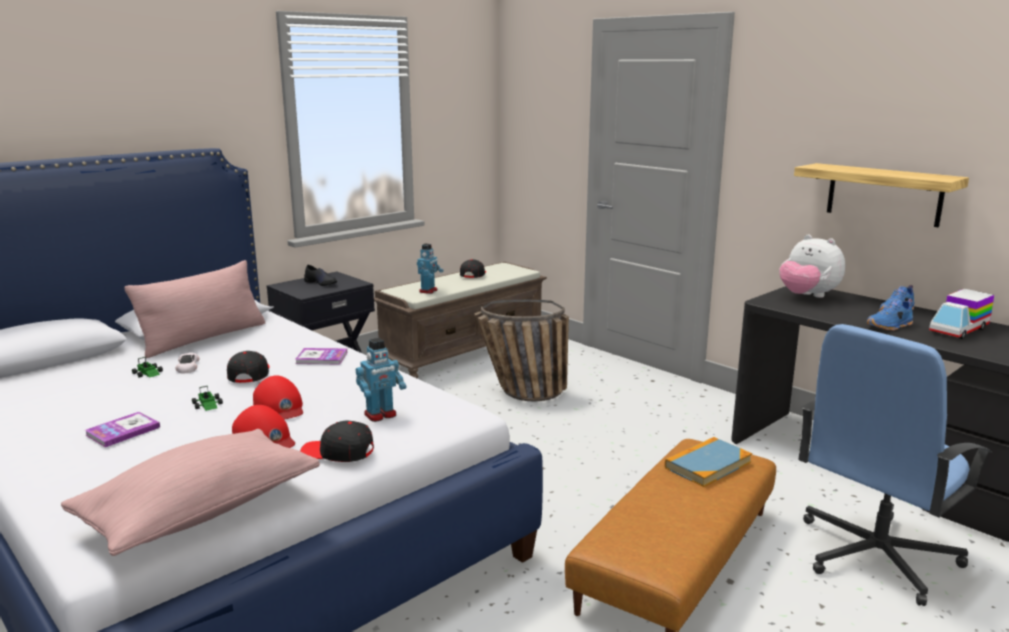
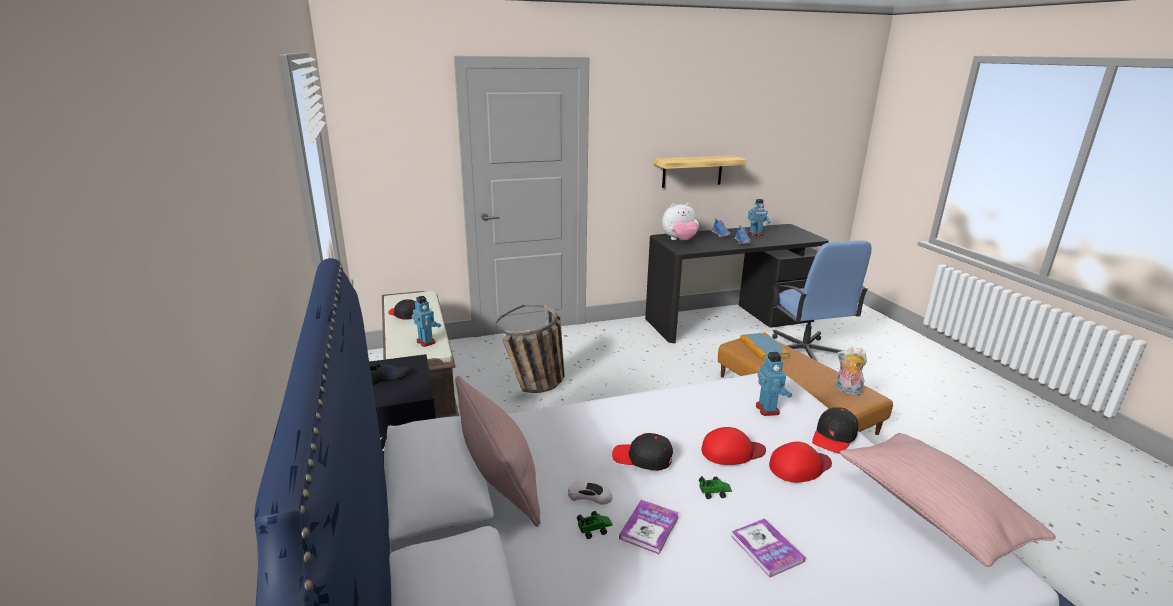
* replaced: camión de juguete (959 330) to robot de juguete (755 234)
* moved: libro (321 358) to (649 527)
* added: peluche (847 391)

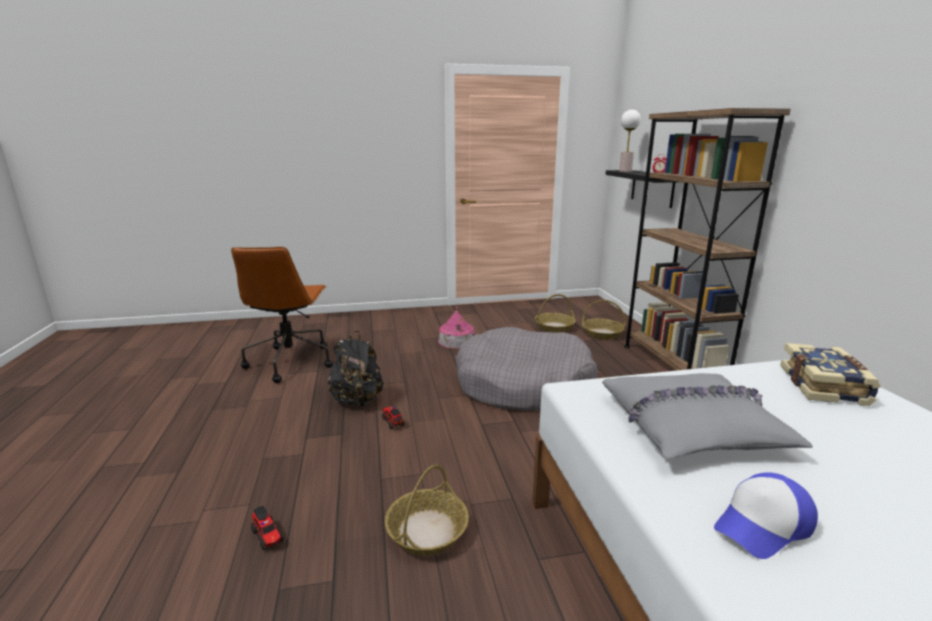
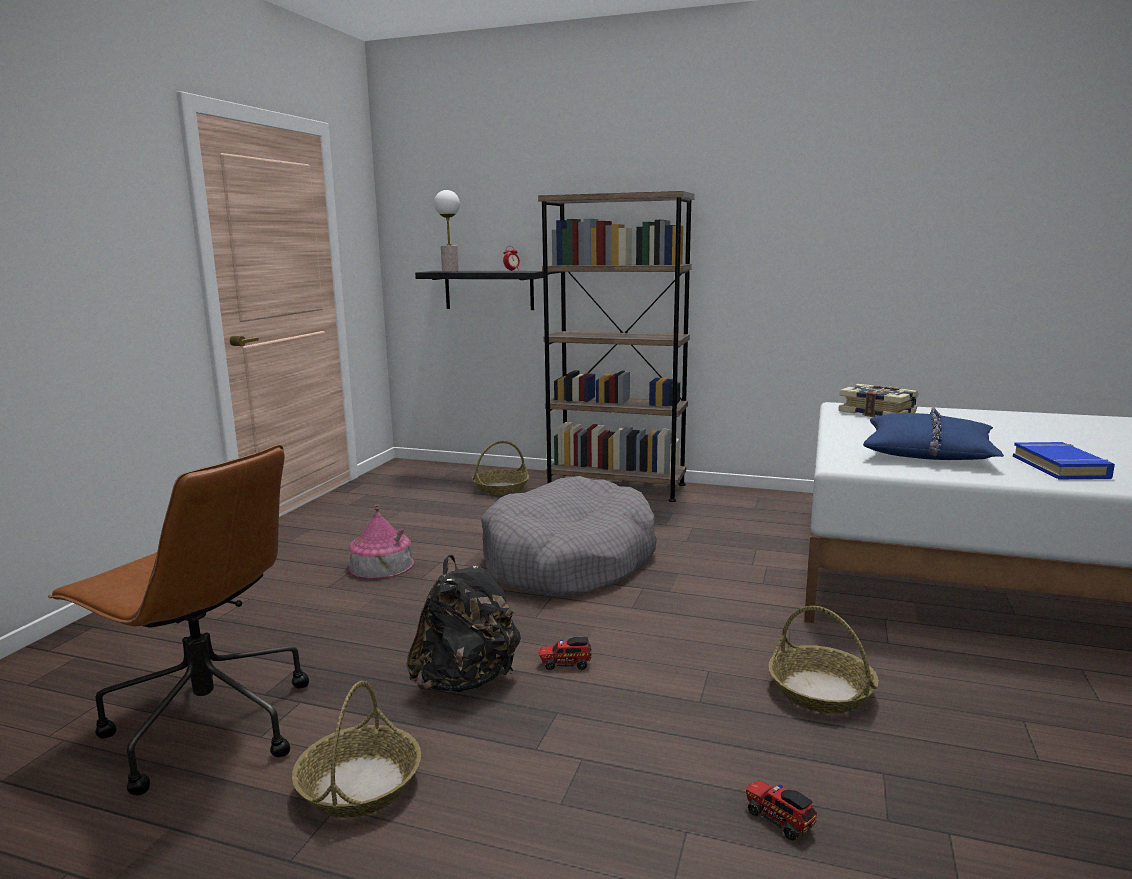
* moved: cesta (554 327) to (359 784)
* recoloured: cojín (gris) (692 427) to cojín (azul) (928 452)
* replaced: gorra (763 525) to libro (azul) (1060 467)
* turned: camión de juguete (268 537) = (778 819) 120 degrees counterclockwise

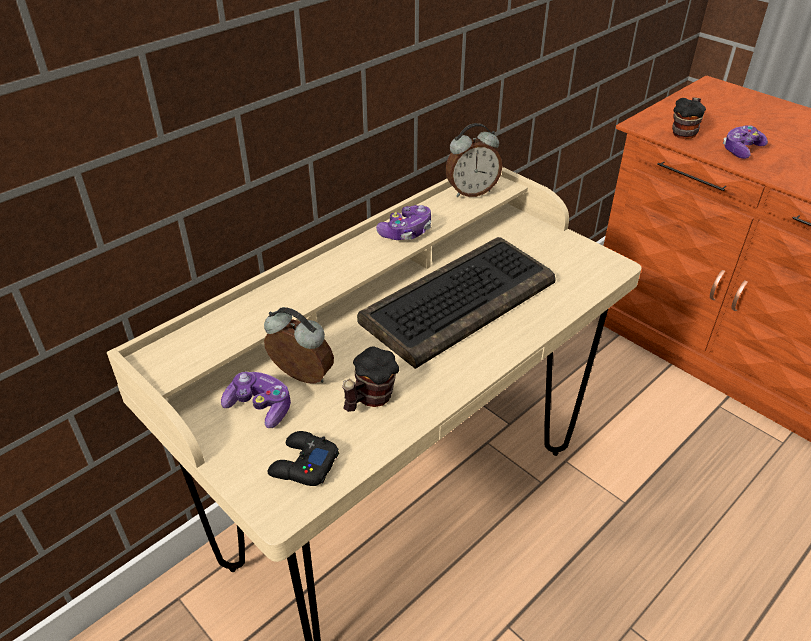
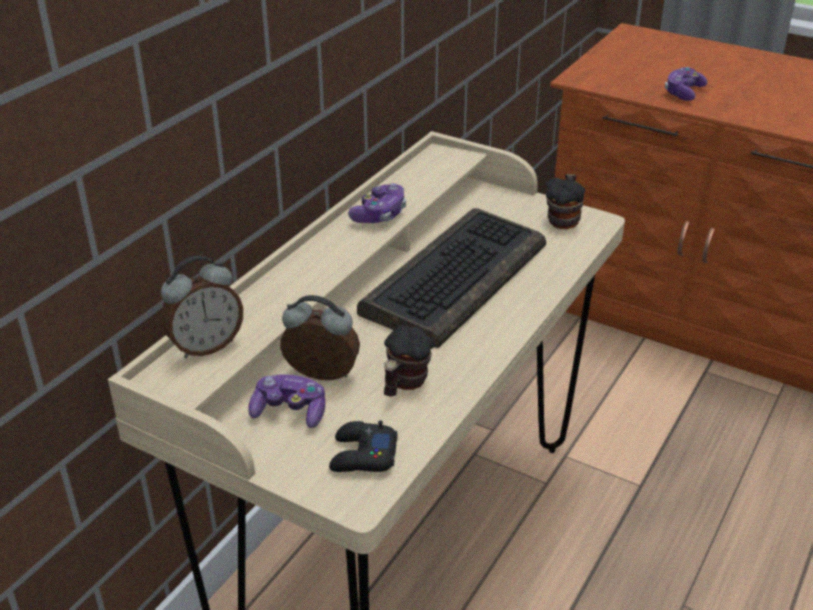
* moved: taza grande (685 132) to (564 219)
* moved: despertador (471 192) to (206 346)

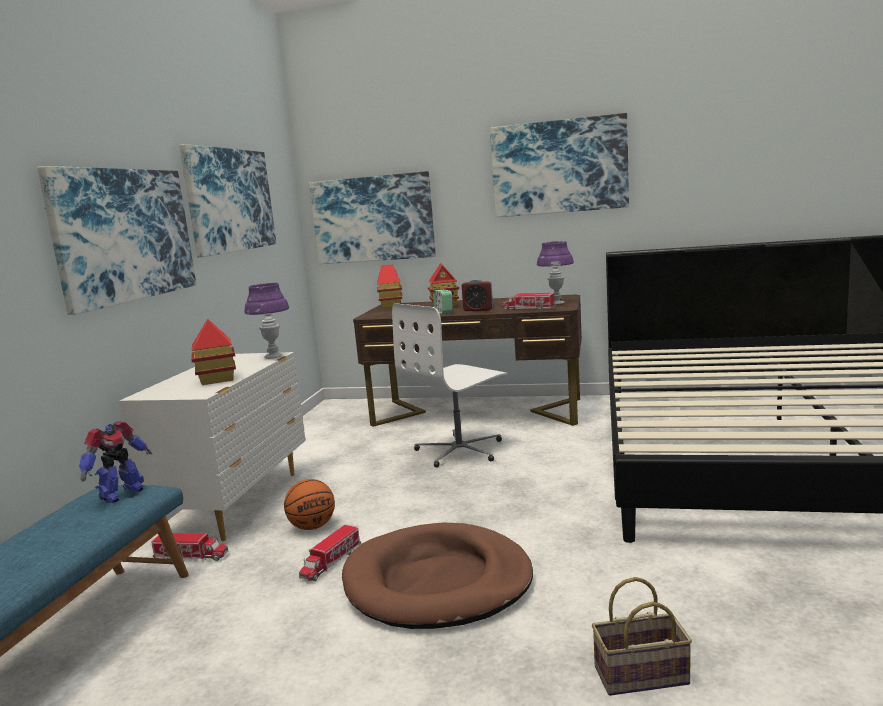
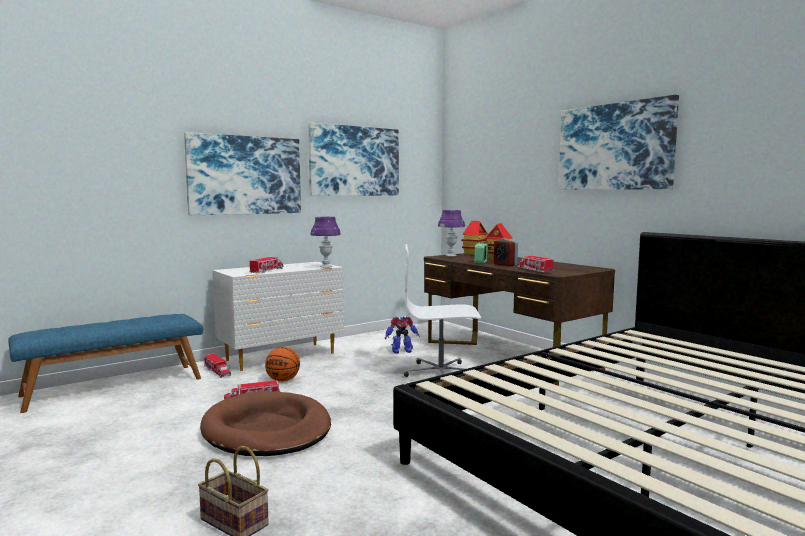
* removed: cuadro (373 219)
* moved: lámpara de mesa (morado) (556 303) to (451 256)
* replaced: casita (217 380) to camión de juguete (267 270)
* moved: robot de juguete (120 494) to (401 351)

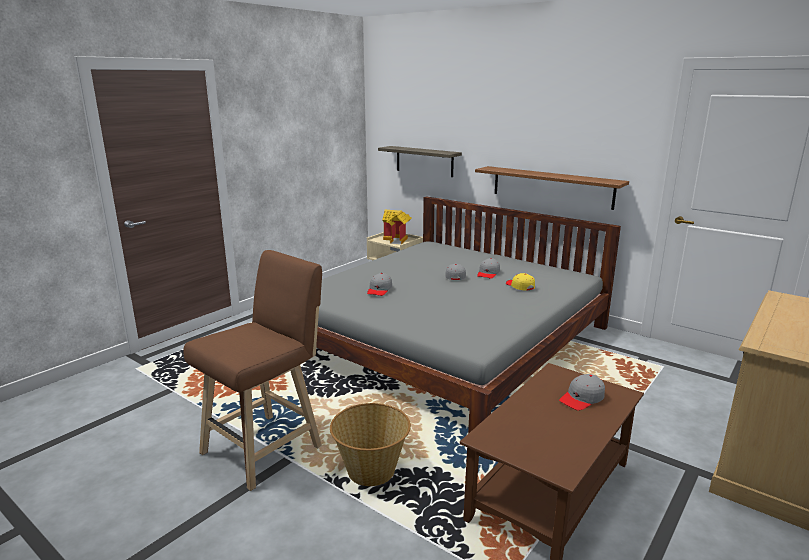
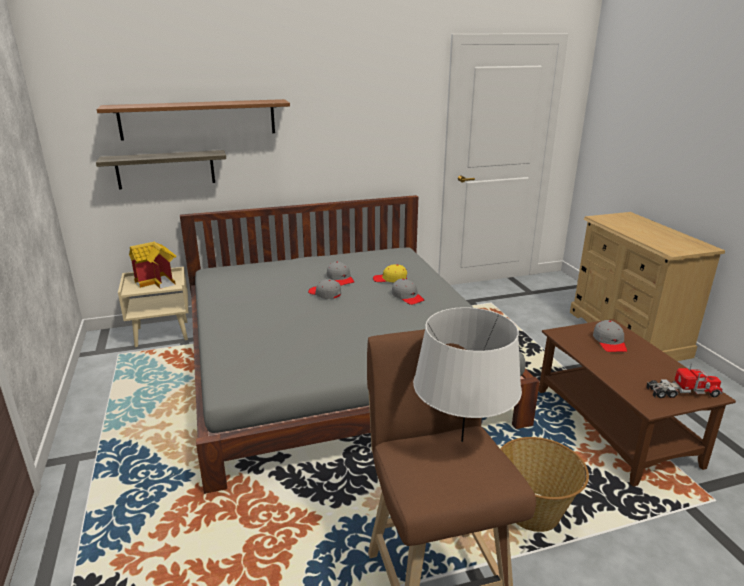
* moved: estante (551 187) to (198 119)
* moved: gorra (gris) (379 290) to (407 297)
* added: lámpara de mesa (blanco) (461 441)
* added: camión de juguete (682 392)

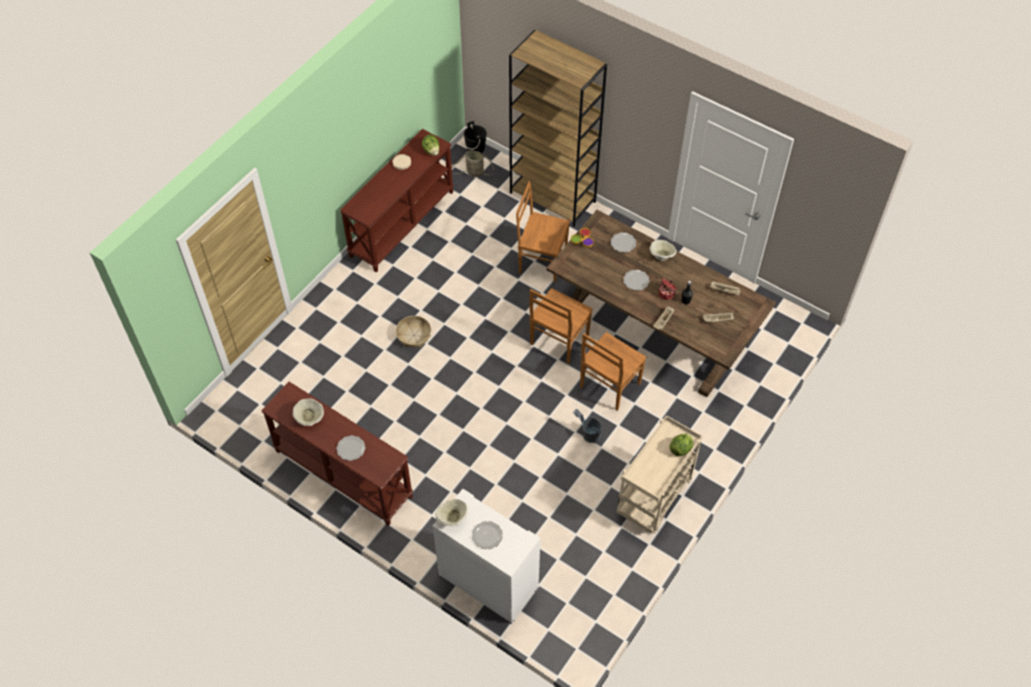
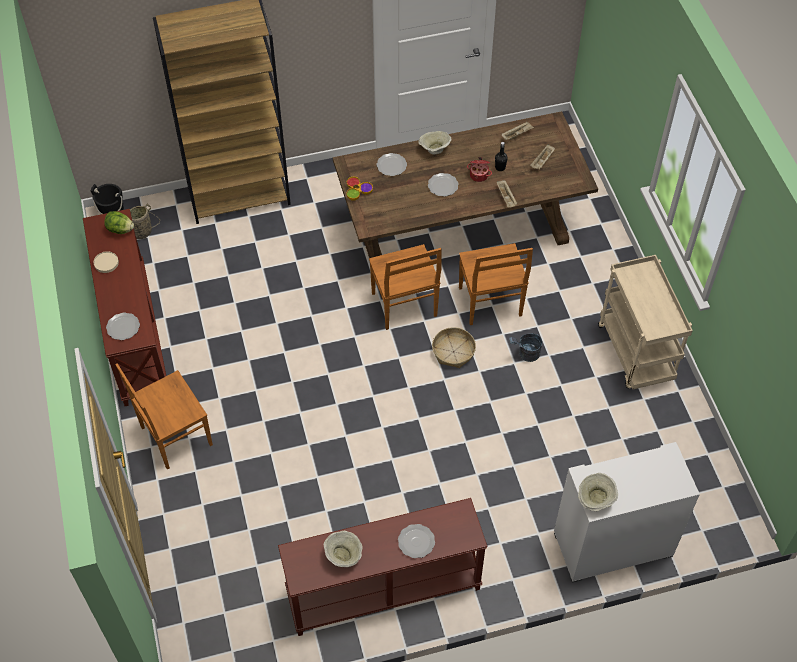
* moved: silla (marrón) (541 261) to (174 437)
* moved: cesta (413 335) to (453 351)
* removed: lechuga (681 449)
* moved: plato (487 536) to (123 327)

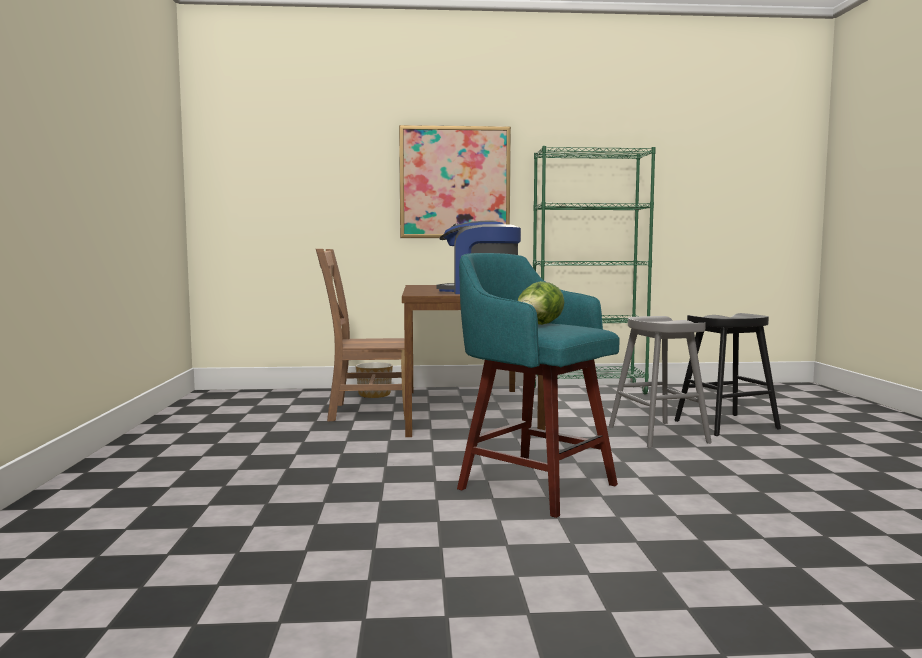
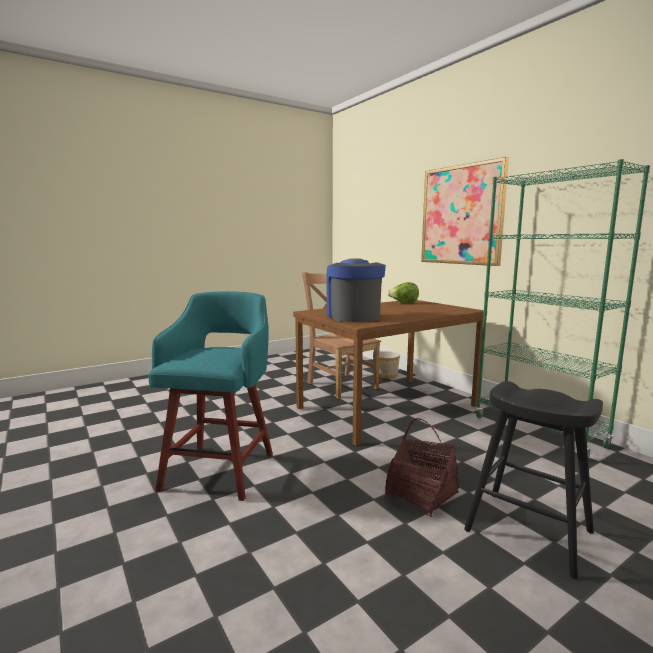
* moved: lechuga (539 325) to (403 303)
* replaced: taburete (gris) (658 435) to cesta (421 494)

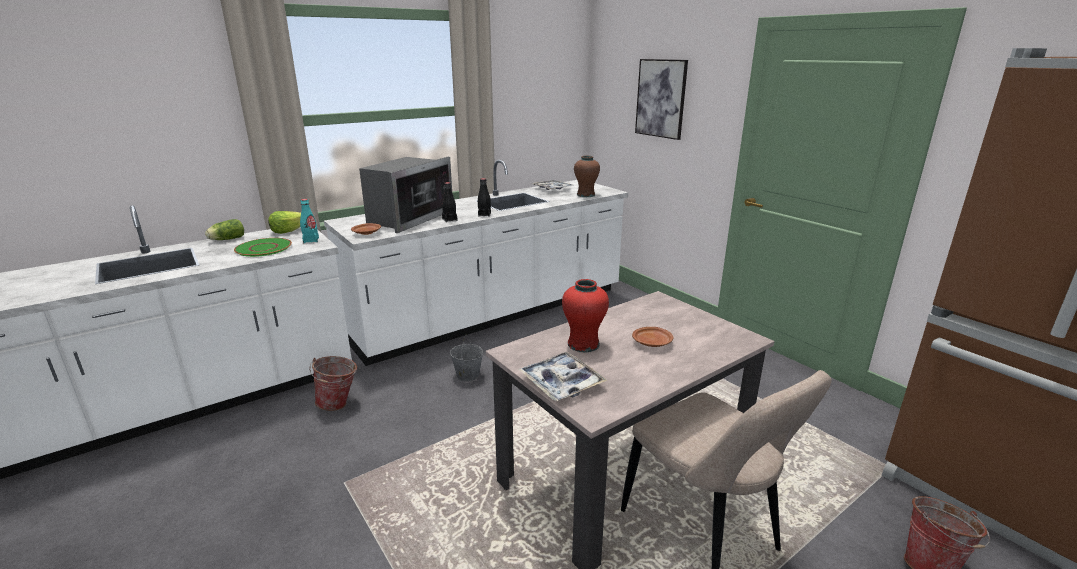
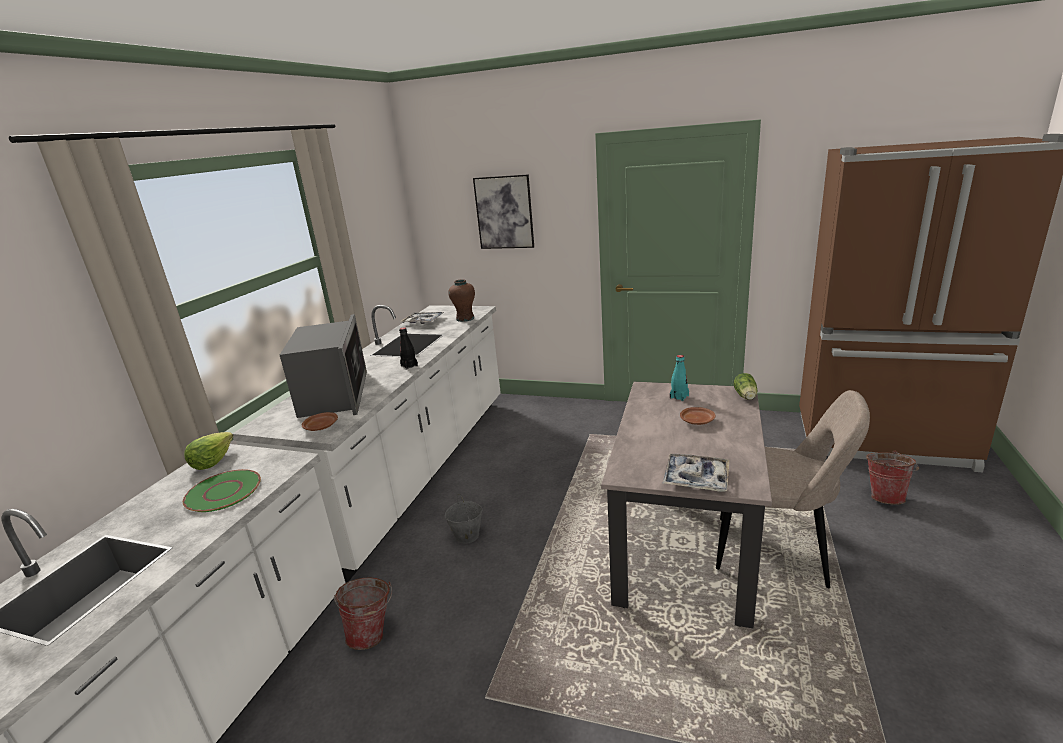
* removed: botella (negro) (449 219)
* moved: botella (turquesa) (311 240) to (679 396)
* moved: lechuga (226 239) to (745 396)
* removed: florero (rojo) (583 344)

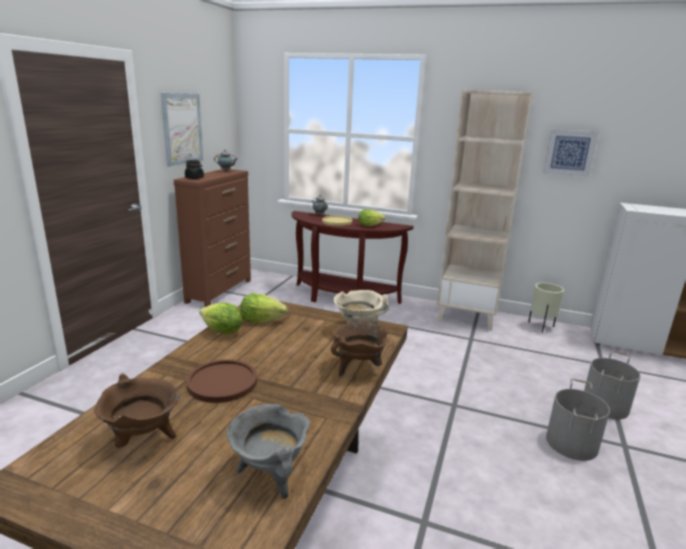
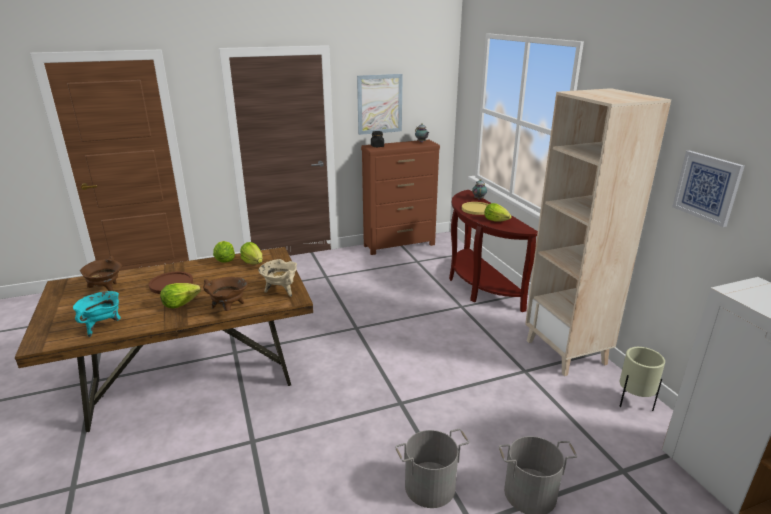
* recoloured: olla (gris) (270 475) to olla (turquesa) (103 326)
* added: lechuga (180 304)

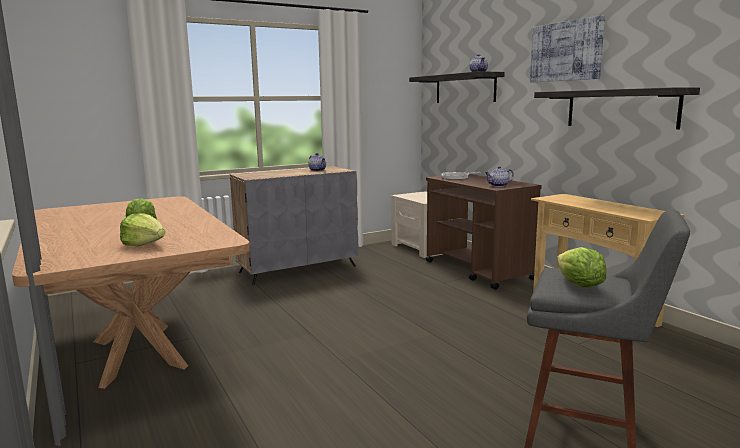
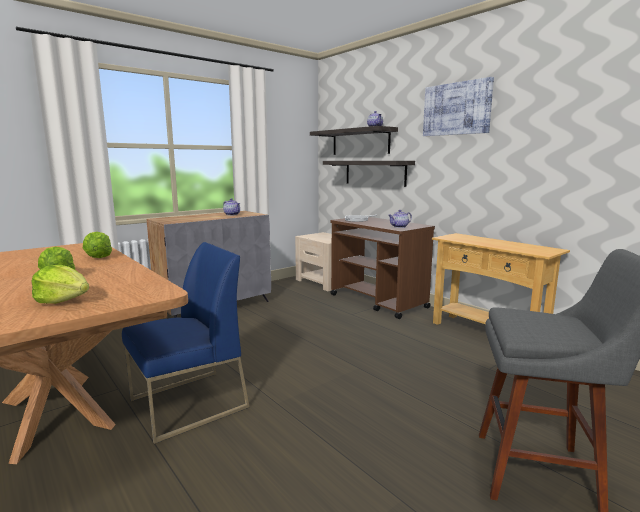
* moved: estante (620 108) to (374 172)
* moved: lechuga (579 285) to (98 257)
* added: silla (azul) (188 404)

